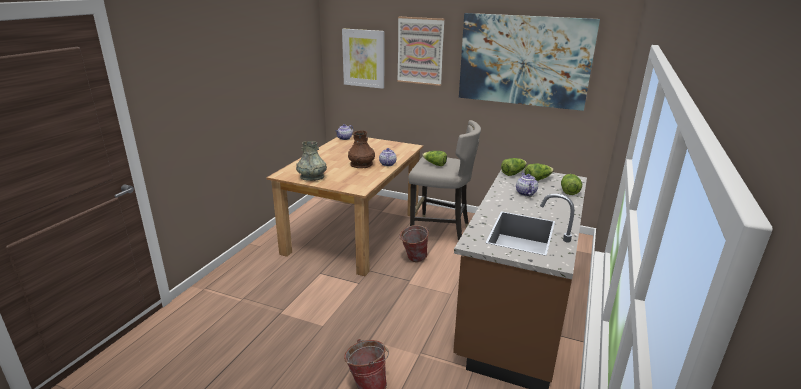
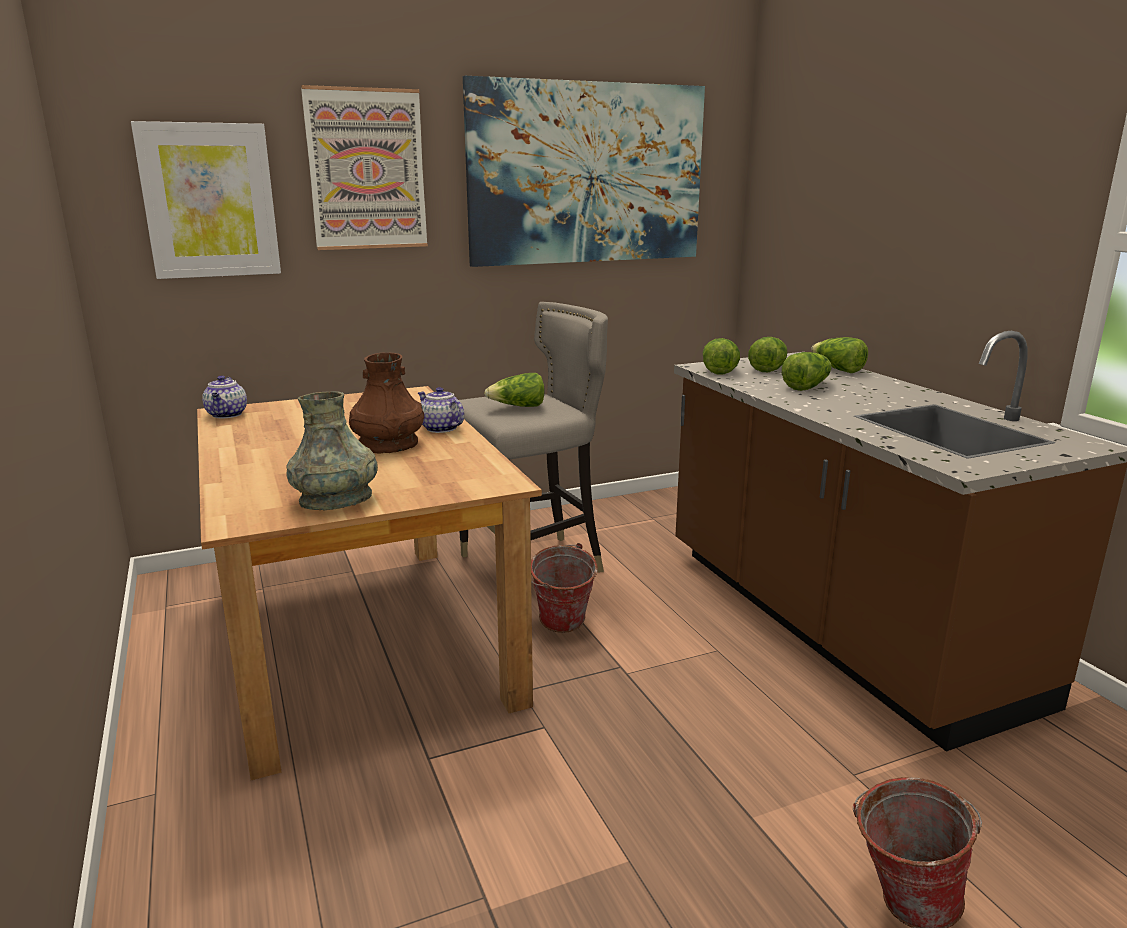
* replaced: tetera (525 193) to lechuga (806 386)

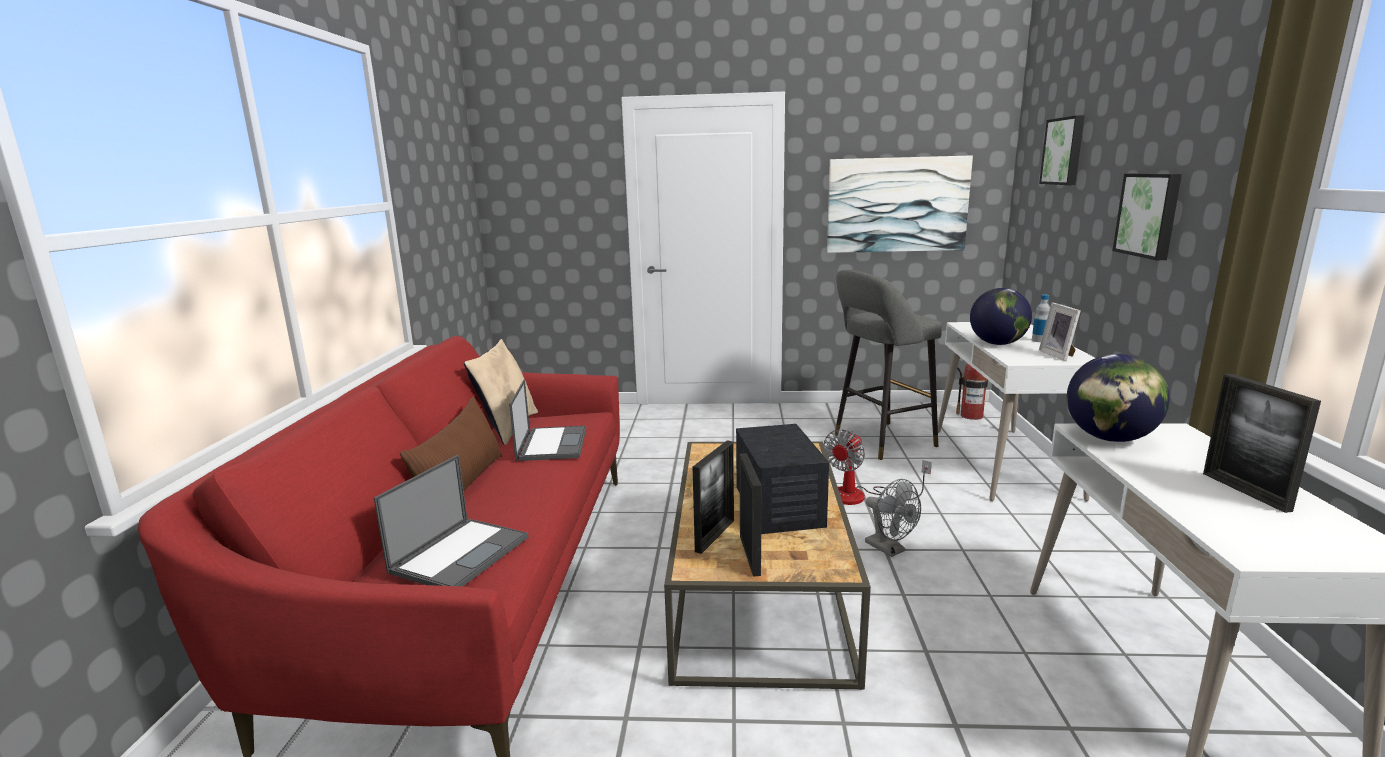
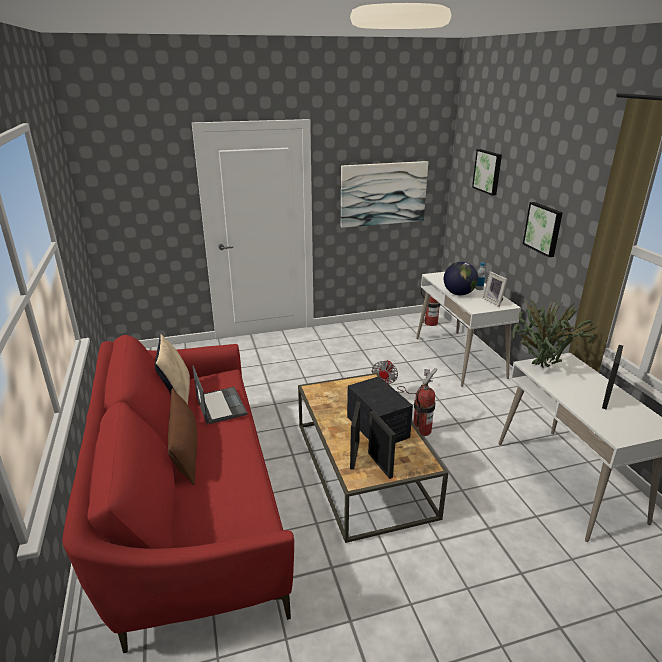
* removed: taburete (gris) (879 441)
* replaced: globo terráqueo (1109 438) to planta en maceta (541 369)
* turned: portarretratos (1245 491) = (606 398) 60 degrees clockwise
* removed: portátil (461 553)
* replaced: ventilador (gris) (890 549) to extintor (422 430)

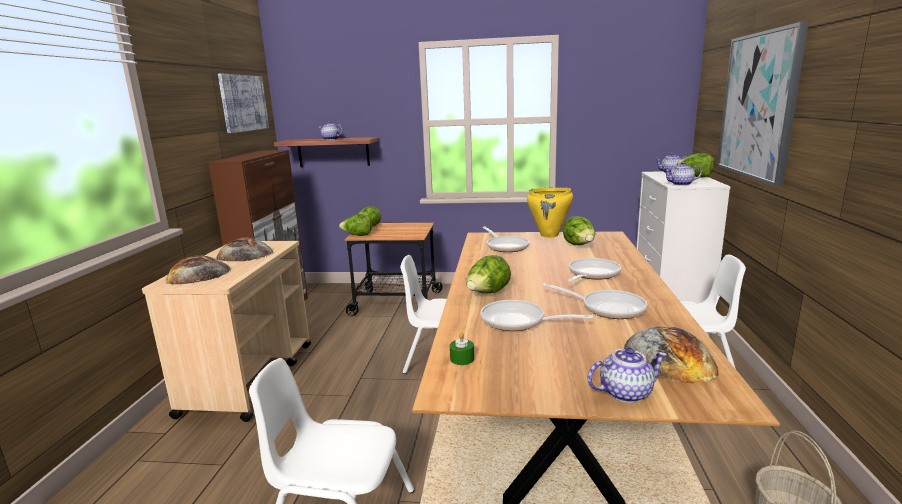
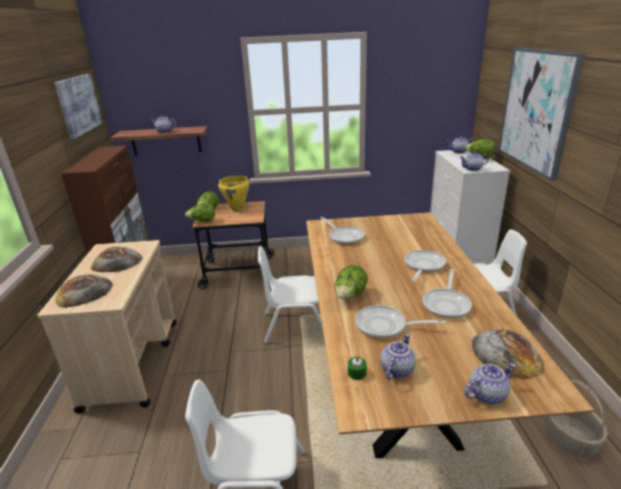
* moved: olla (amarillo) (549 235) to (237 209)
* removed: lechuga (579 246)
* turned: sartén (607 308) = (447 304) 90 degrees clockwise
* added: tetera (396 369)

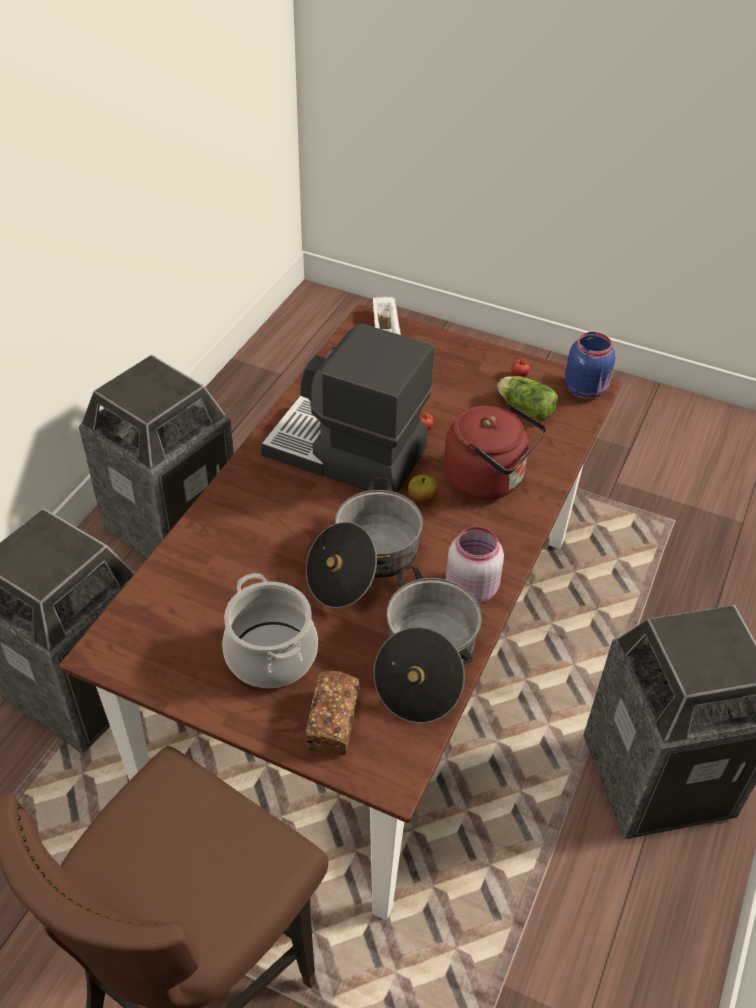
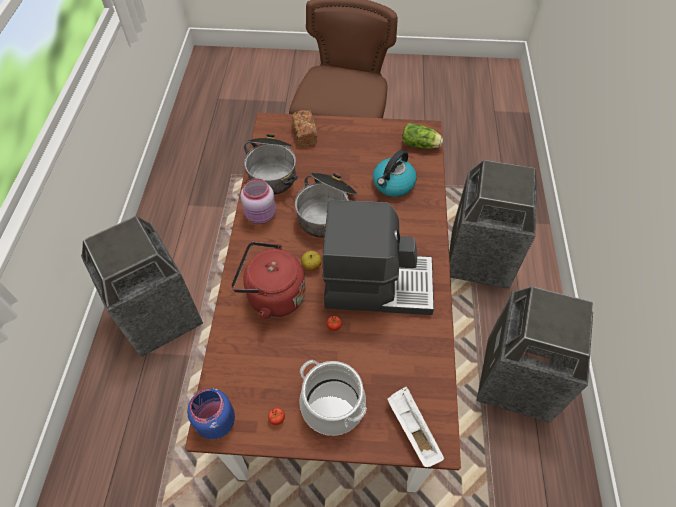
* moved: lechuga (524 408) to (421 145)
* moved: olla (272 655) to (332 406)
* added: hervidor (393 184)

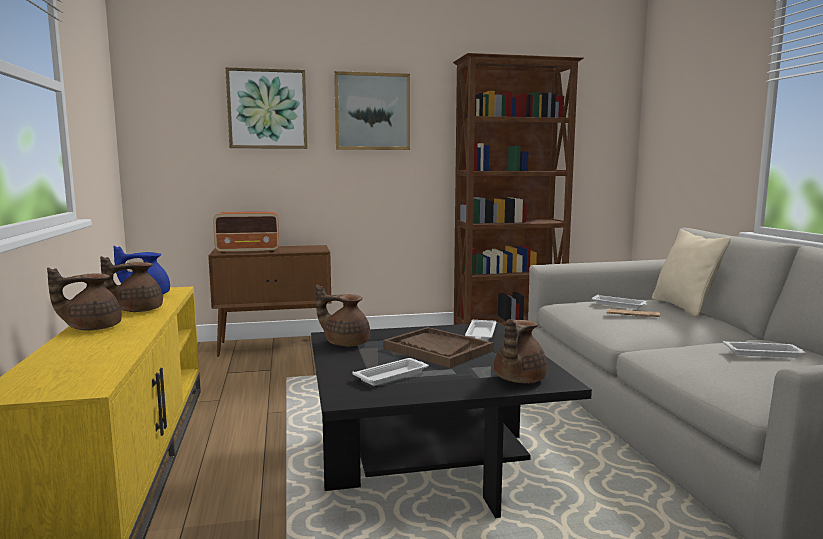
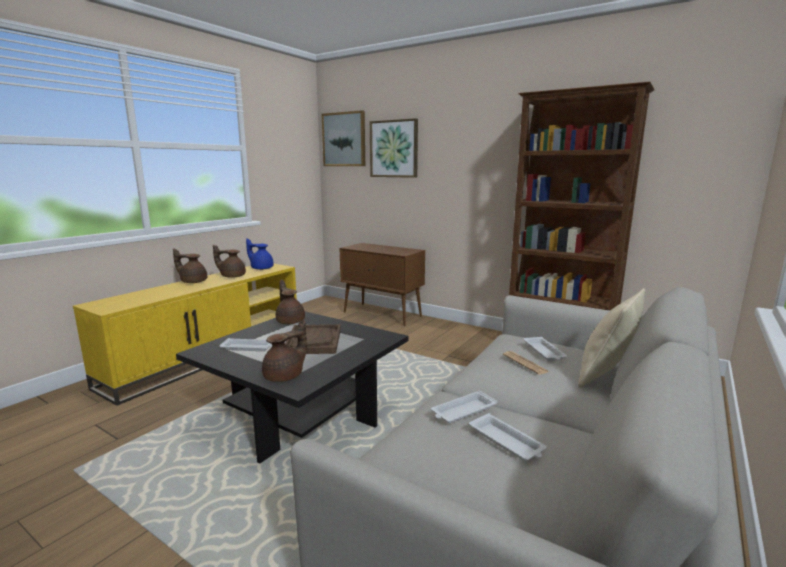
* moved: cuadro (372 112) to (344 139)
* removed: radio (249 251)
* turned: tetera (marrón) (517 380) = (285 376) 150 degrees clockwise
* moved: bandeja (blanco) (481 334) to (463 411)

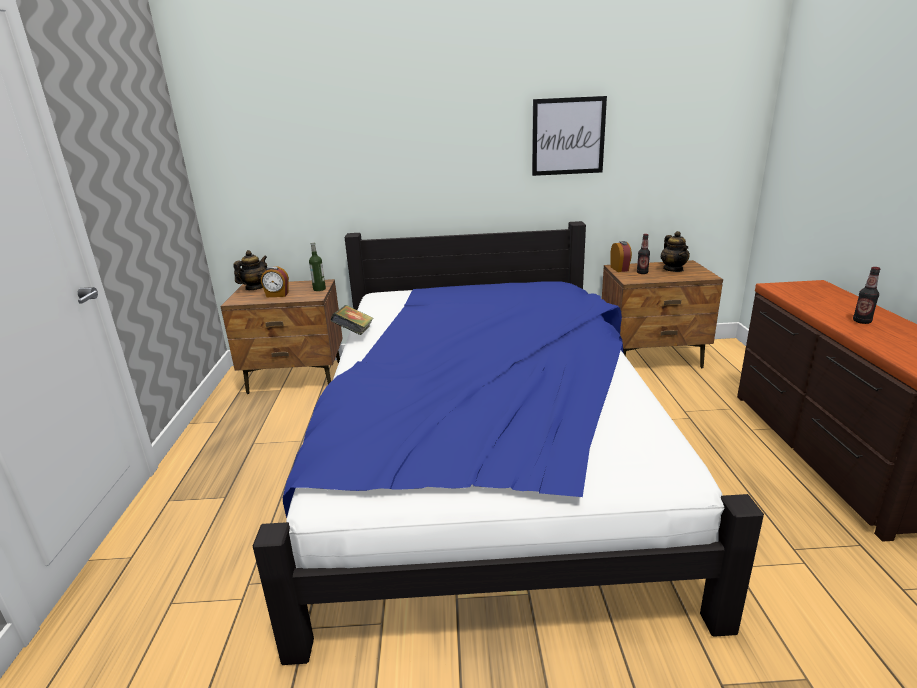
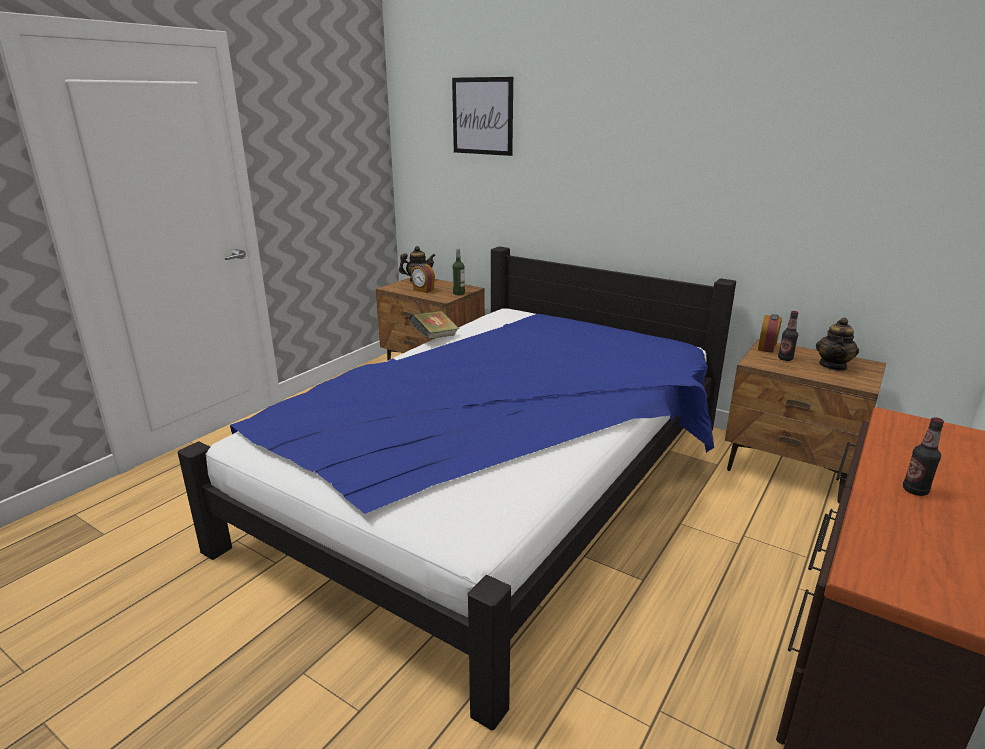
* moved: cuadro (568 136) to (482 116)

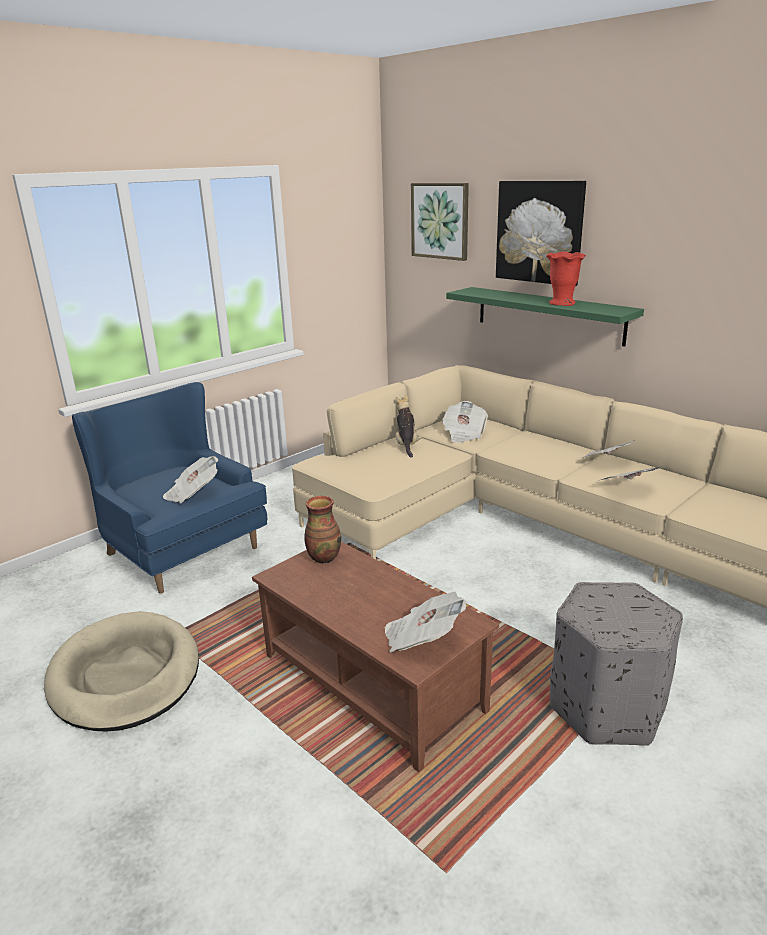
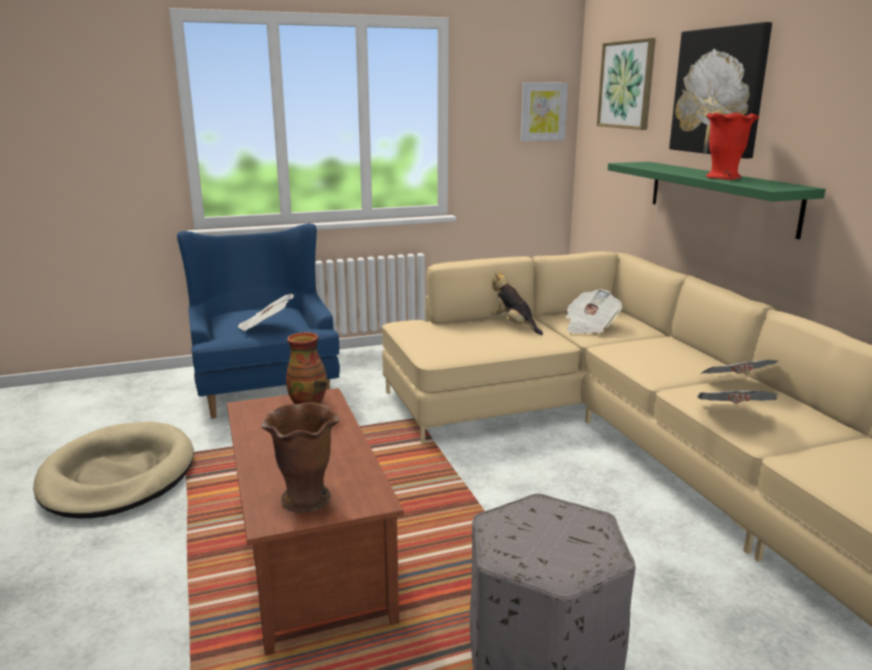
* turned: peluche (406 445) = (514 326) 60 degrees counterclockwise
* replaced: periódico (422 639) to florero (marrón) (305 499)
* added: cuadro (543 111)

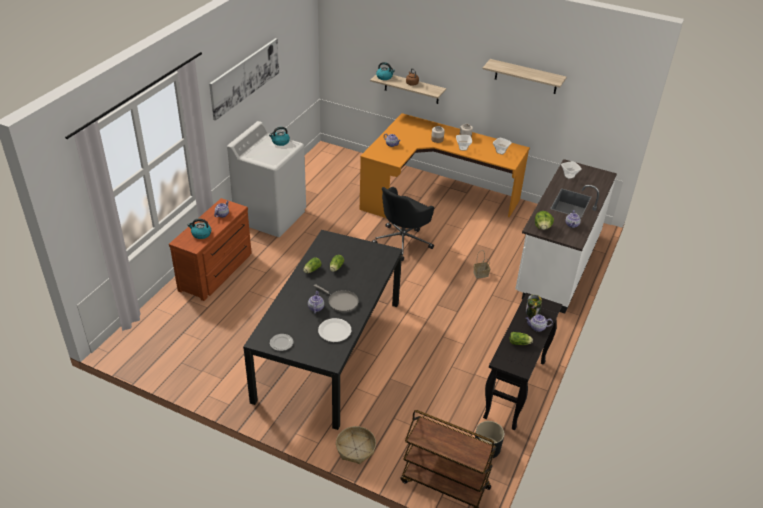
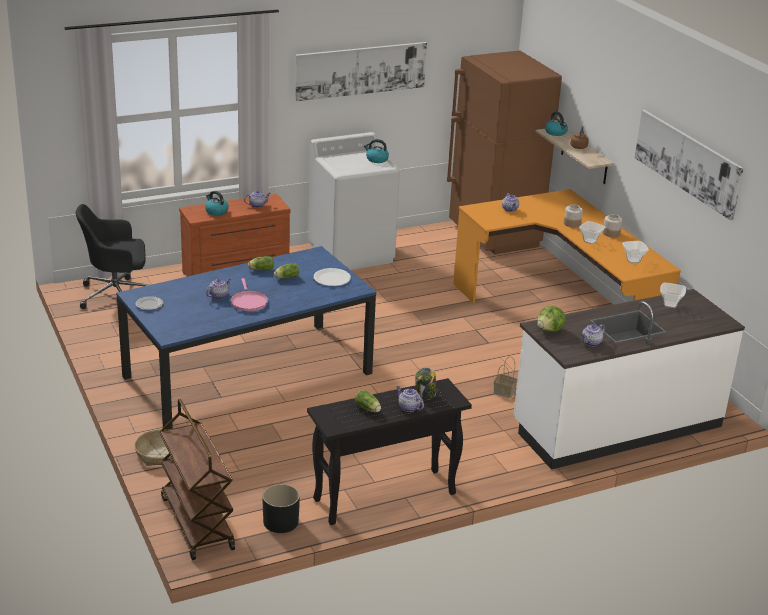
* replaced: estante (526 76) to cuadro (687 162)
* moved: silla de oficina (negro) (403 241) to (117 295)
* recoloured: mesa de comedor (negro) (329 350) to mesa de comedor (azul) (247 375)
* recoloured: sartén (gris) (341 302) to sartén (rosa) (248 302)
* moved: plato (blanco) (334 331) to (332 278)
* added: nevera (marrón) (494 236)

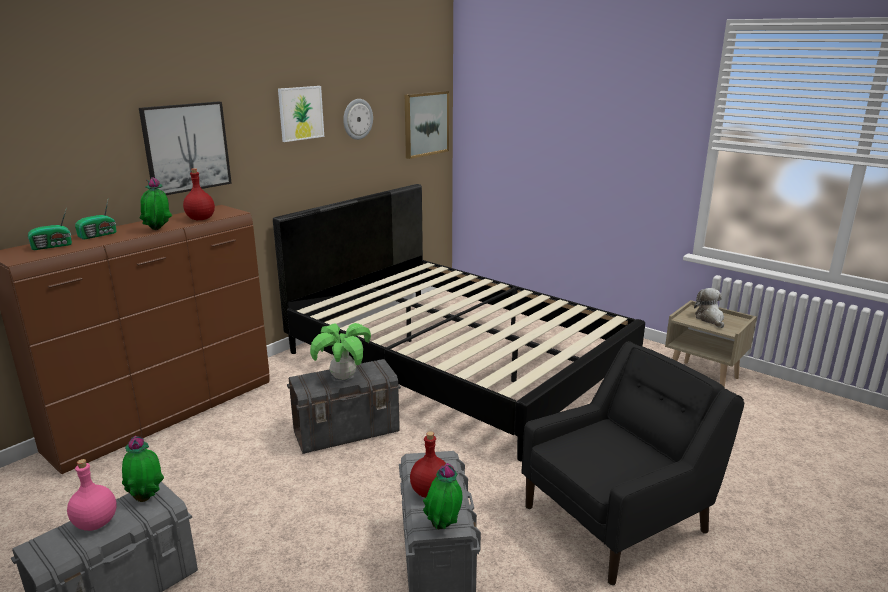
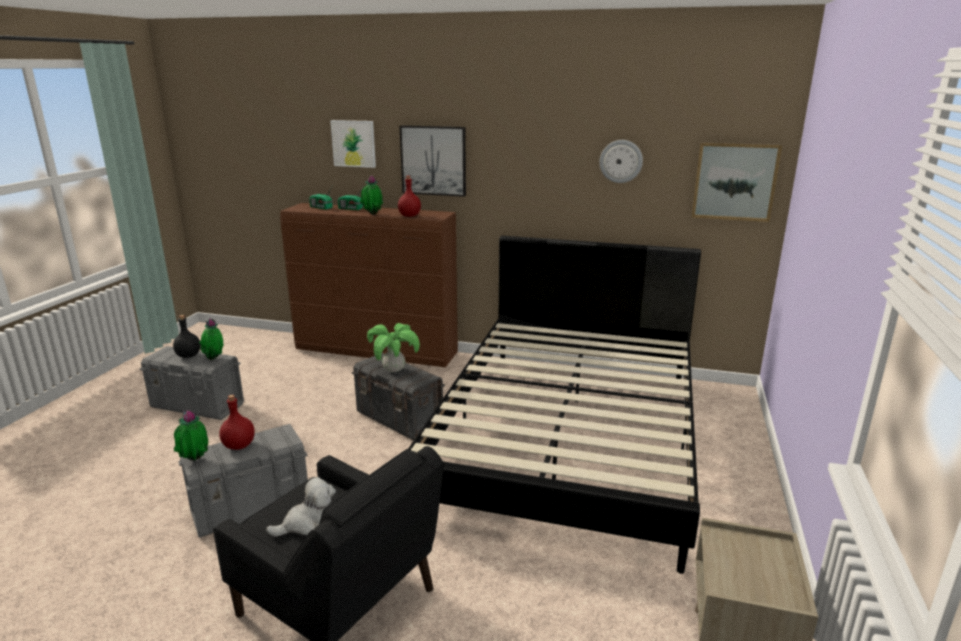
* moved: cuadro (301 113) to (353 143)
* moved: peluche (710 319) to (308 523)
* recoloured: botella (rosa) (97 523) to botella (negro) (189 356)

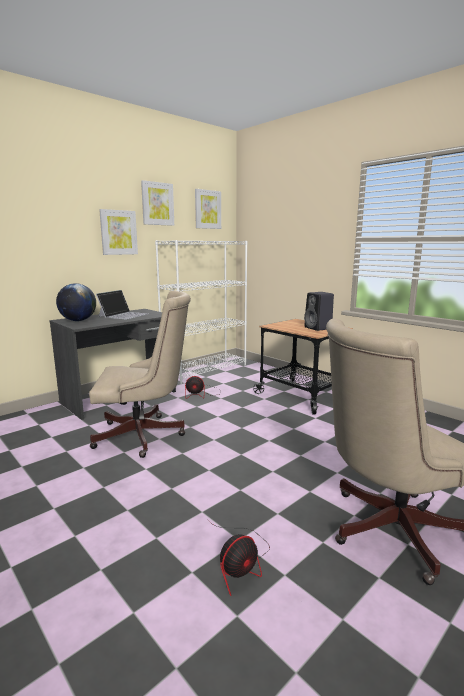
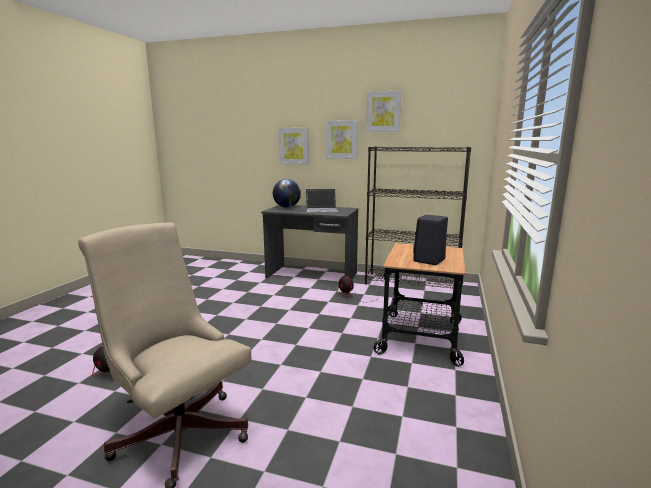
* moved: cuadro (207 209) to (294 146)
* recoloured: estantería (blanco) (205 370) to estantería (negro) (412 283)
* removed: silla de oficina (beis) (144 436)

